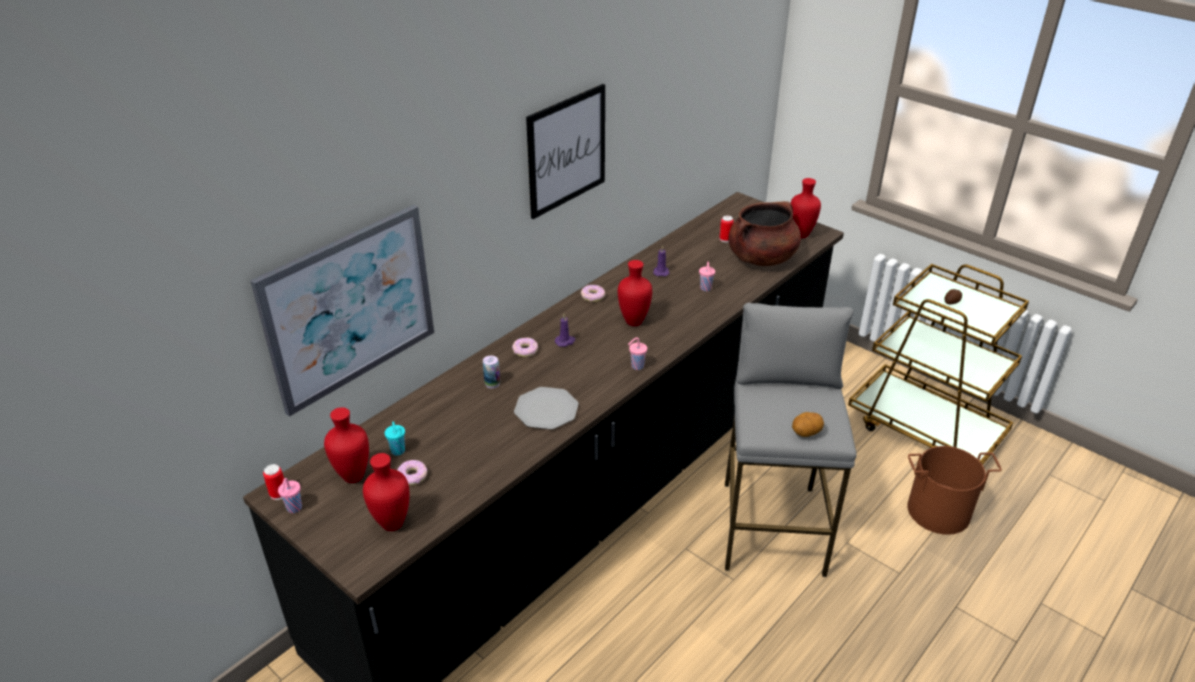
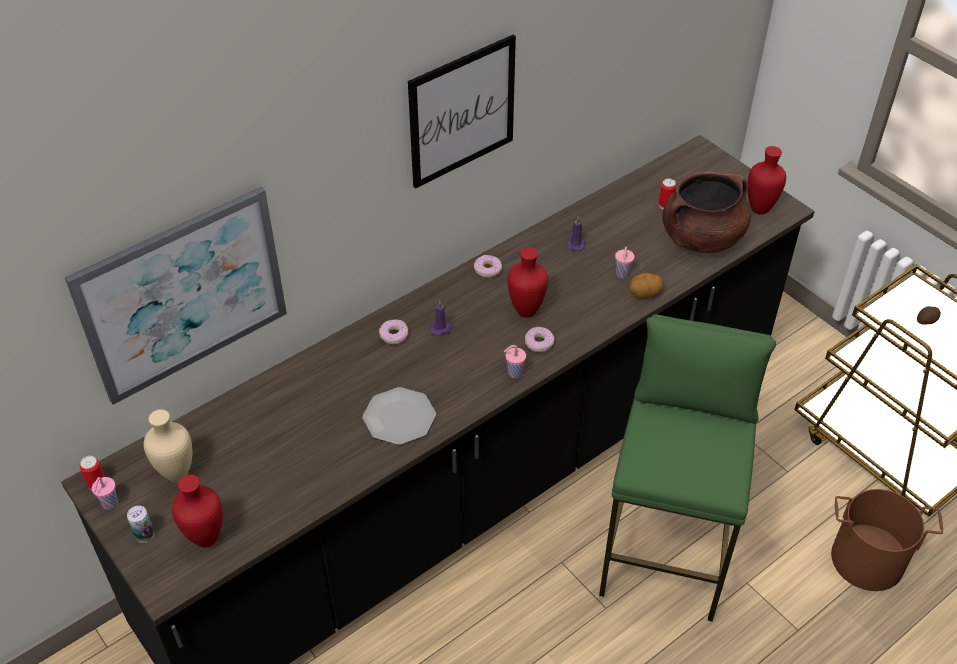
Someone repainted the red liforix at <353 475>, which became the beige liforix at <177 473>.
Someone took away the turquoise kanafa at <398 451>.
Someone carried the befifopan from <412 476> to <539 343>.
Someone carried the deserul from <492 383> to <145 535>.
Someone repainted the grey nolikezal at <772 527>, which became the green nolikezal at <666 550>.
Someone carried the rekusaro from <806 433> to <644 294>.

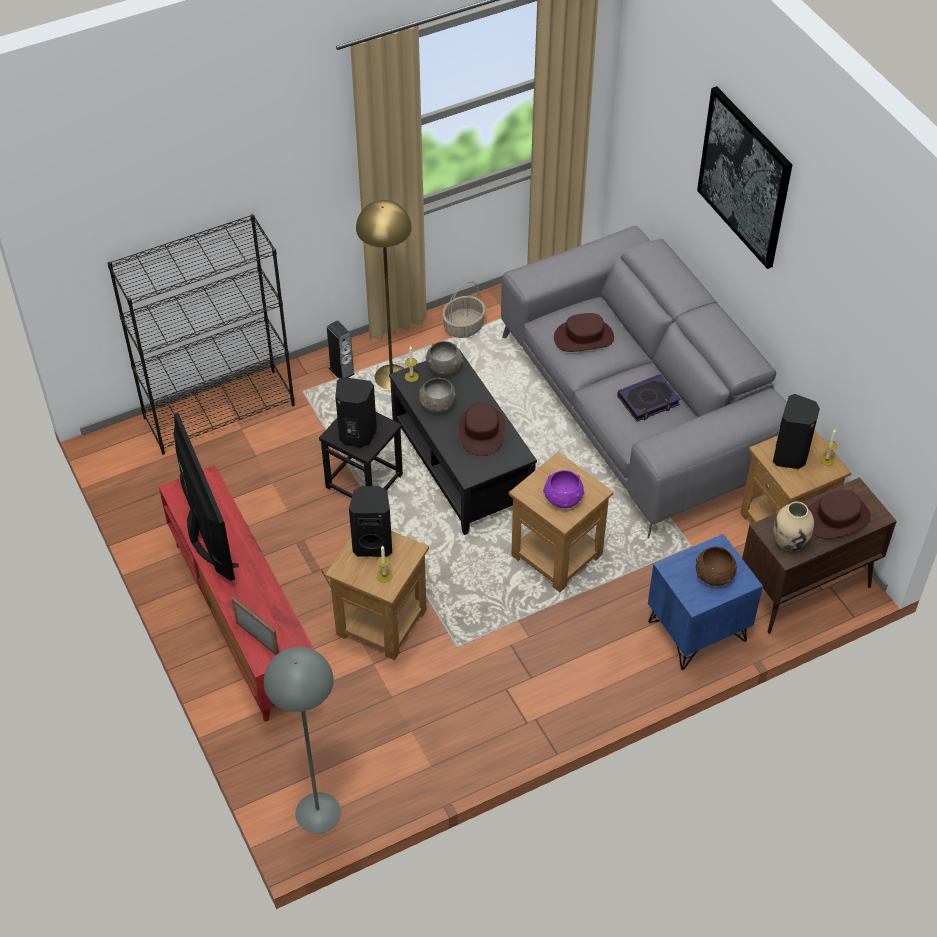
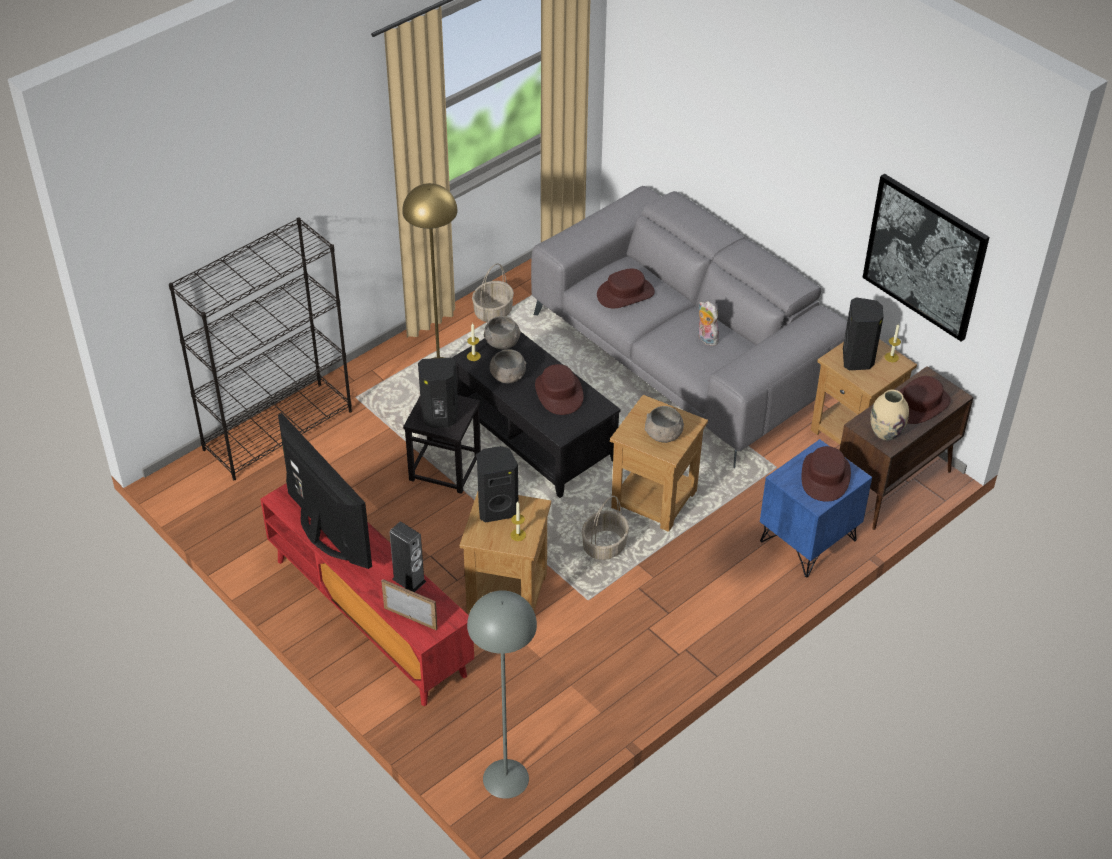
Someone carried the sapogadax from <342 371> to <409 580>.
Someone repainted the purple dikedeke at <563 499>, which became the grey dikedeke at <663 435>.
Someone swapped the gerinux at <648 401> for the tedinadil at <705 339>.
Someone swapped the brown dikedeke at <714 576> for the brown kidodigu at <825 477>.
Someone carried the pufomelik from <745 177> to <925 256>.
Someone put down the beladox at <604 546>.

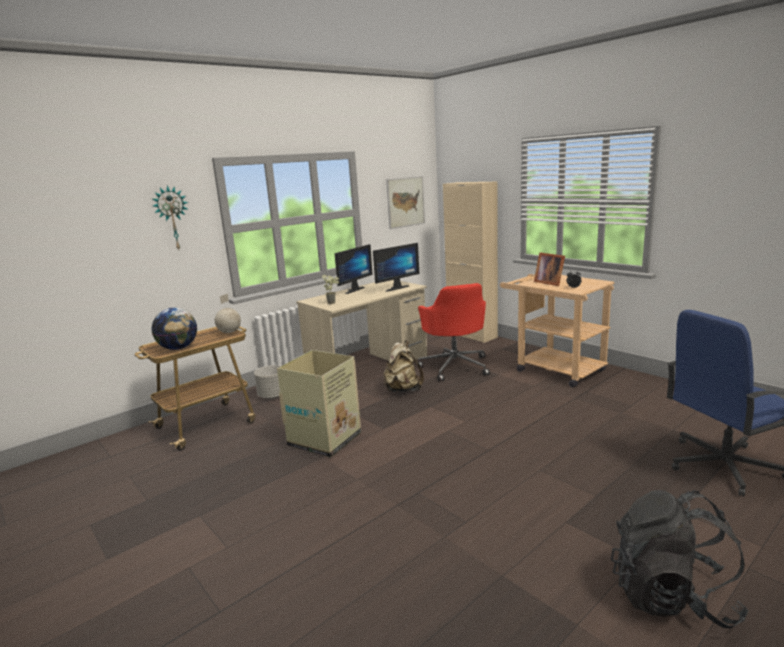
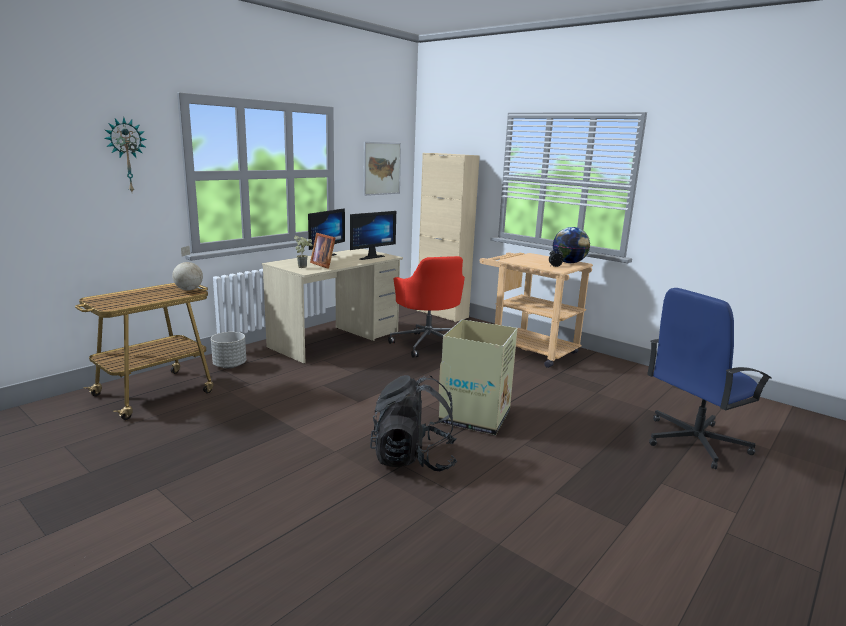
Someone carried the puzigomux from <178 348> to <569 263>.
Someone carried the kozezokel from <326 439> to <475 416>.
Someone took away the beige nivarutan at <402 389>.
Someone carried the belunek from <549 282> to <324 264>.
Someone carried the black nivarutan from <672 596> to <413 459>.

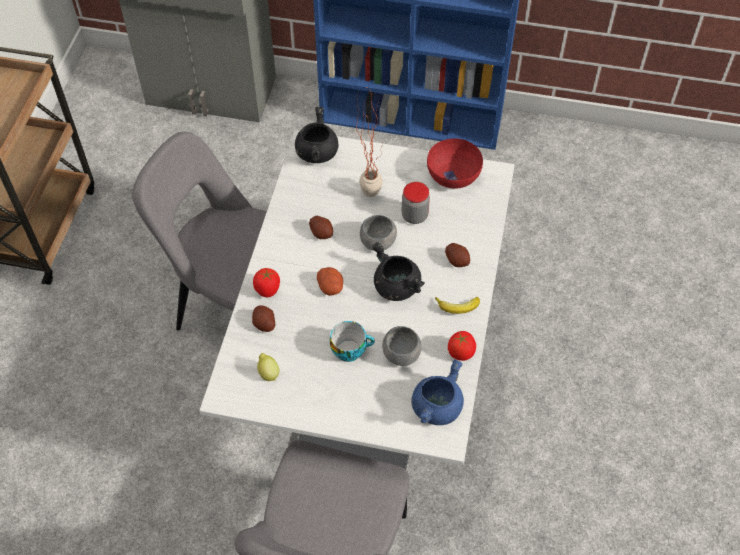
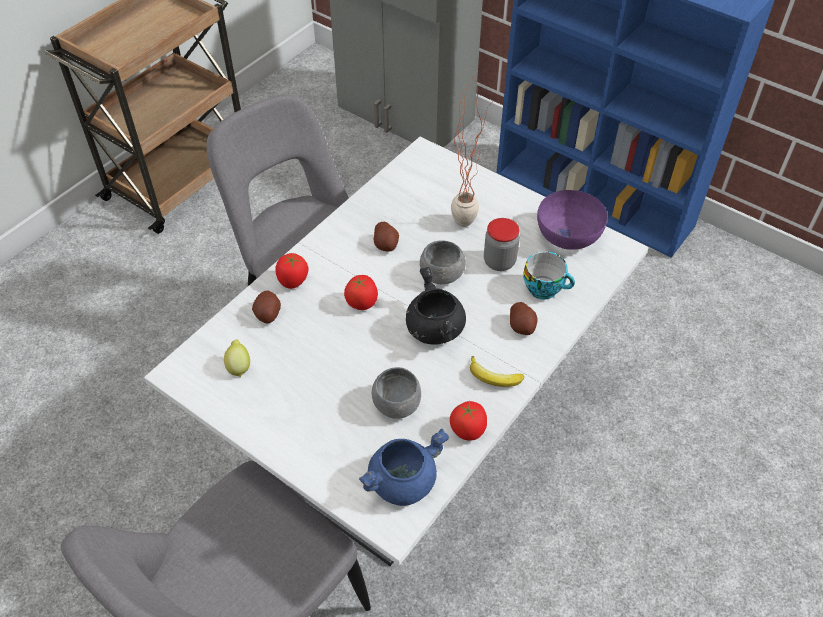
Someone took away the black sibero at <316 152>.
Someone swapped the rekusaro at <331 287> for the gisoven at <362 302>.
Someone carried the kanafa from <350 350> to <545 288>.
Someone repainted the red dikedeke at <454 176>, which became the purple dikedeke at <568 236>.

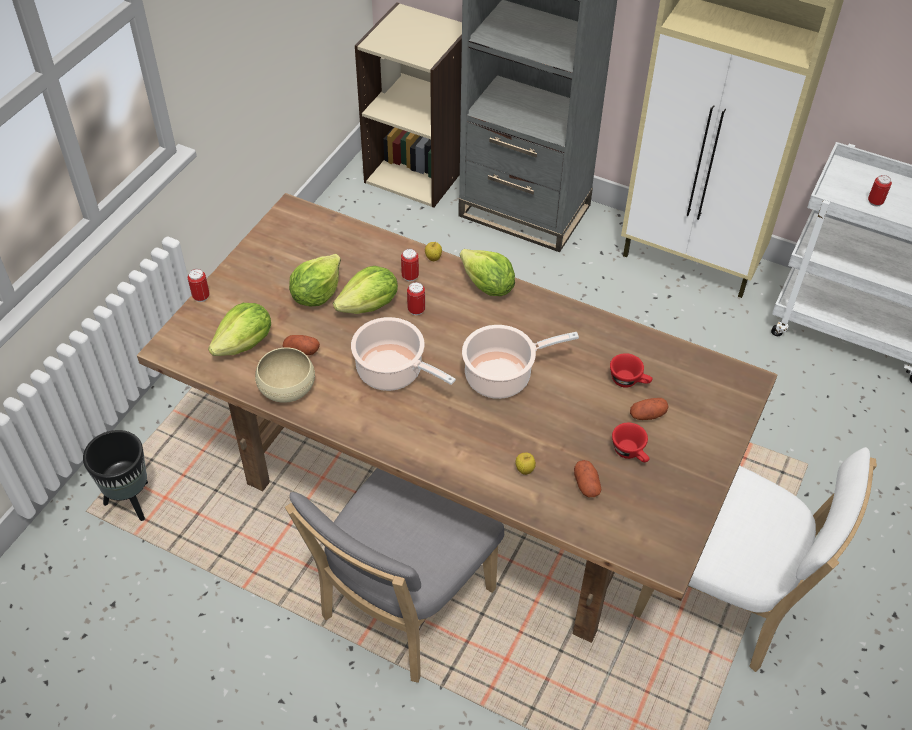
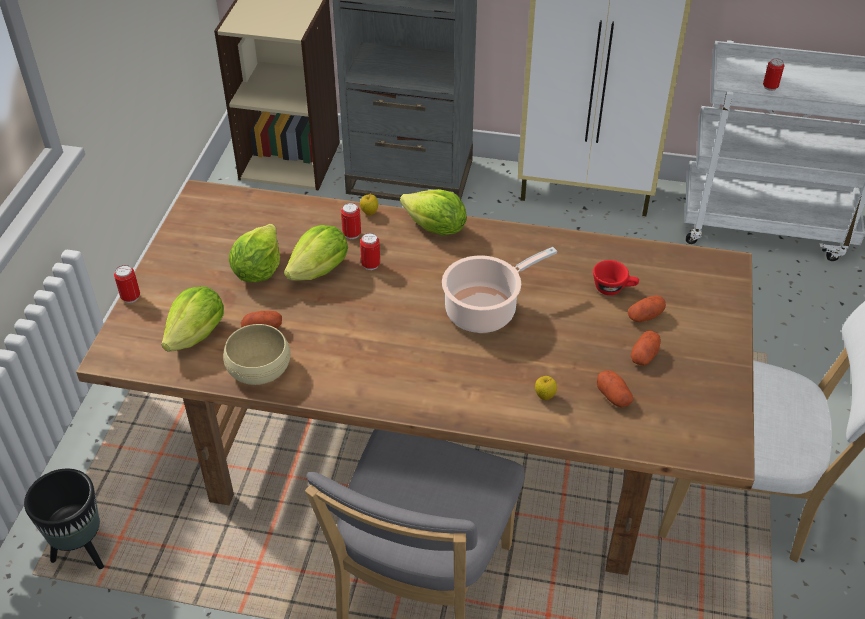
Someone took away the sibero at <393 372>.
Someone swapped the red kanafa at <631 453> for the rekusaro at <644 356>.

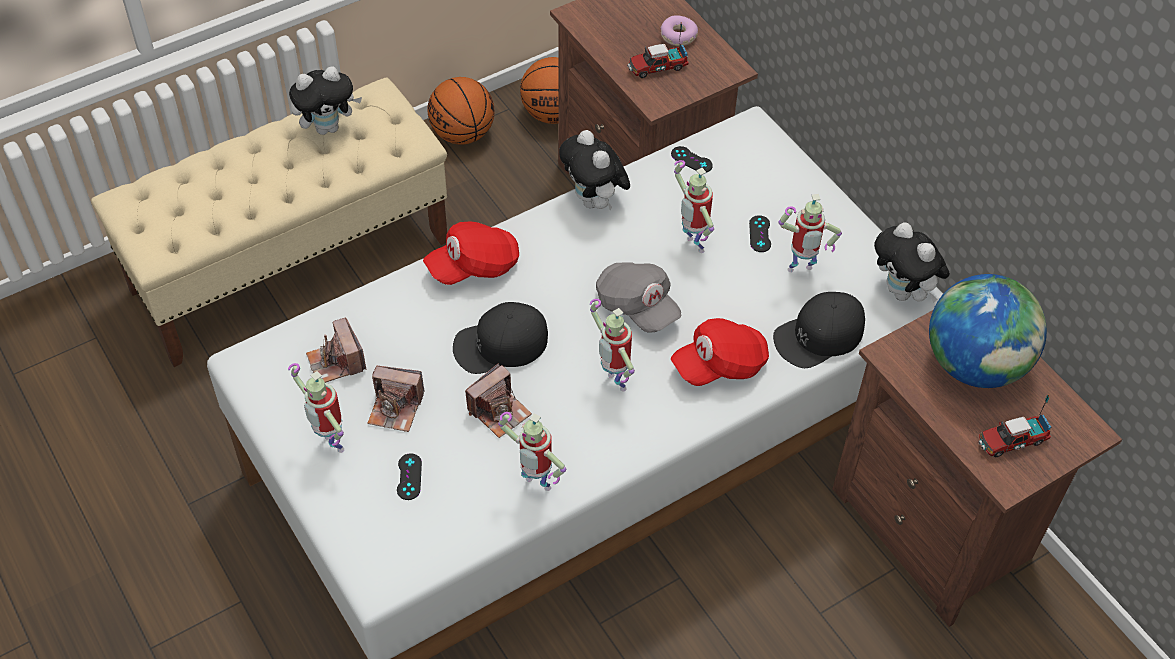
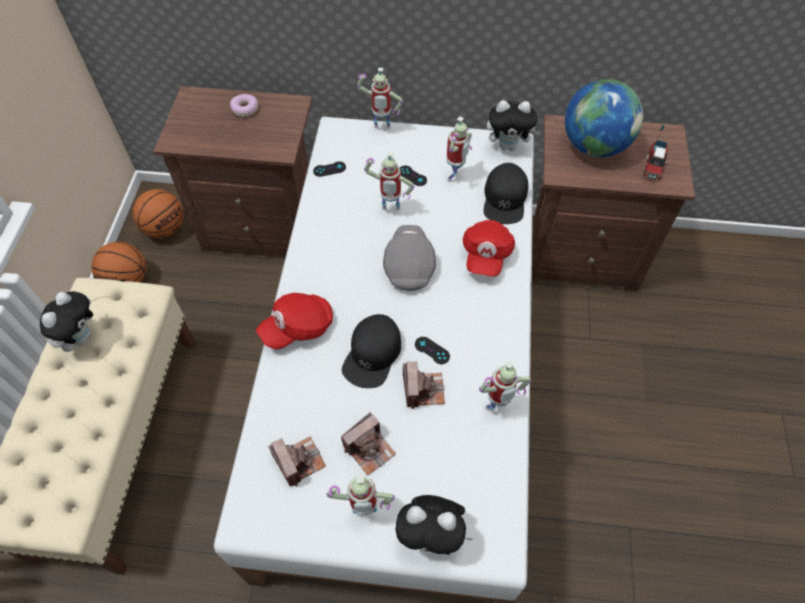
Someone rotated the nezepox at <336 362> by 135 degrees counterclockwise.
Someone carried the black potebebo from <409 477> to <432 350>.
Someone rotated the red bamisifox at <474 266> by 45 degrees clockwise.
Someone carried the tedinadil from <594 202> to <432 536>.
Someone carried the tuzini from <613 383> to <381 128>.
Someone rotated the grey bamisifox at <637 307> by 90 degrees counterclockwise.
Someone took away the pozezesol at <657 67>.

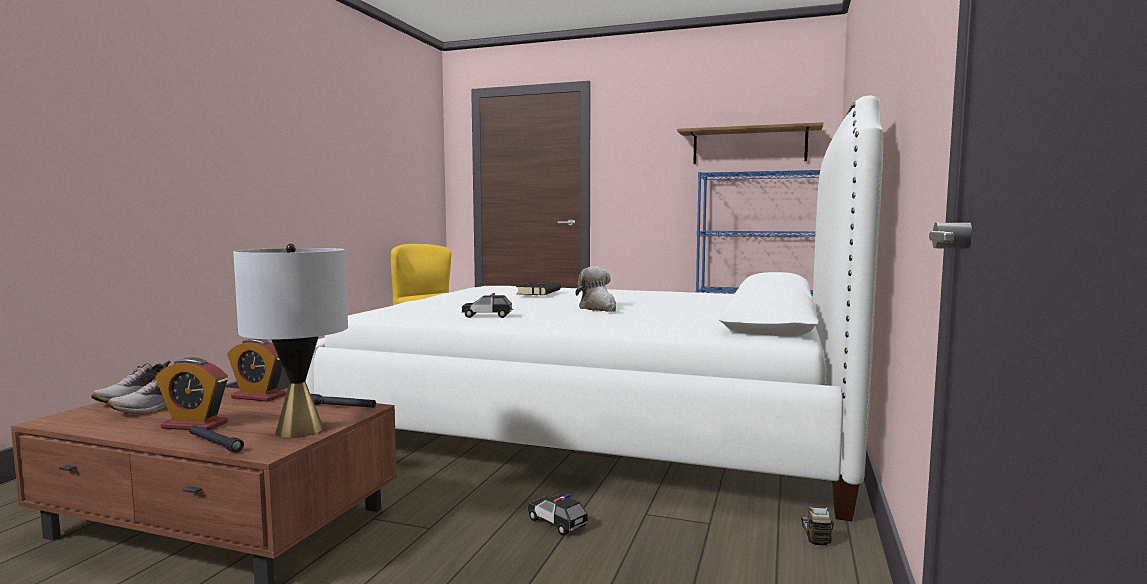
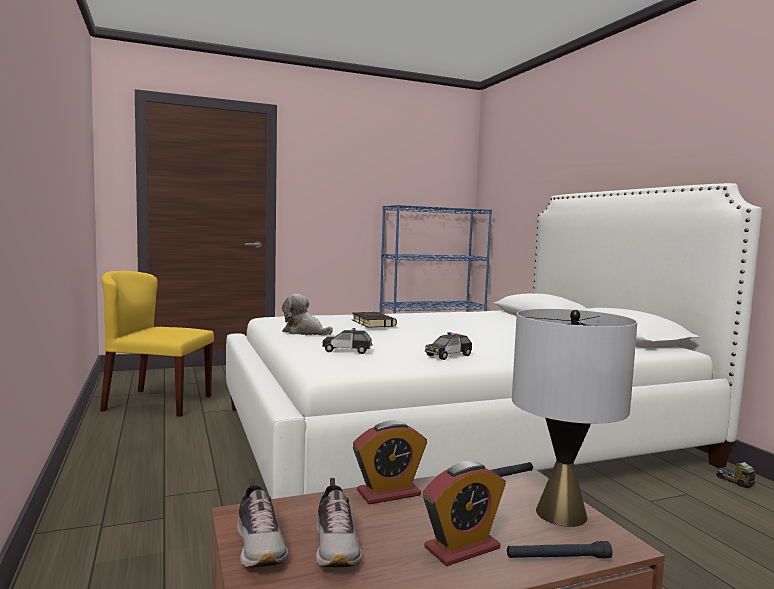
Someone carried the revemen from <557 523> to <347 350>.
Someone carried the tedinadil from <598 308> to <304 332>.
Someone took away the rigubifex at <749 146>.

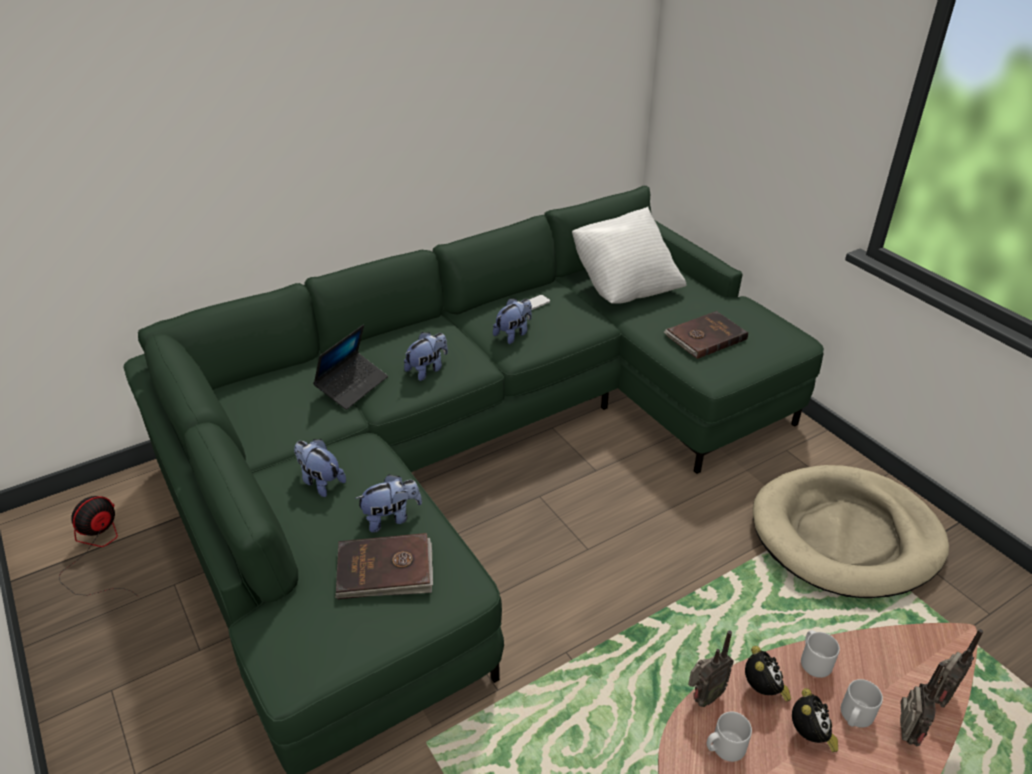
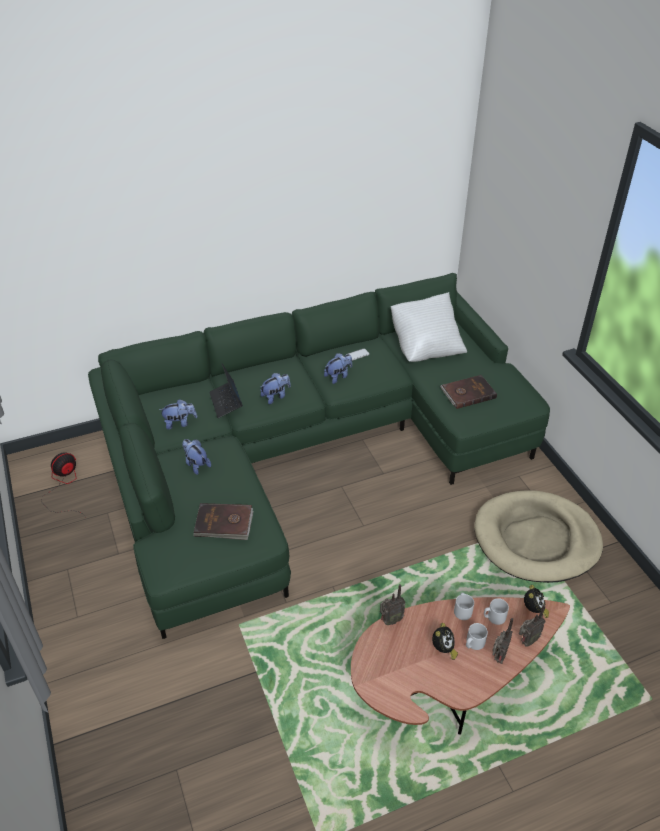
Someone rotated the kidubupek at <352 386> by 120 degrees clockwise.
Someone carried the tedinadil from <391 518> to <180 423>.
Someone carried the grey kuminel from <724 747> to <494 617>.
Someone carried the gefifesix from <763 690> to <534 610>.

